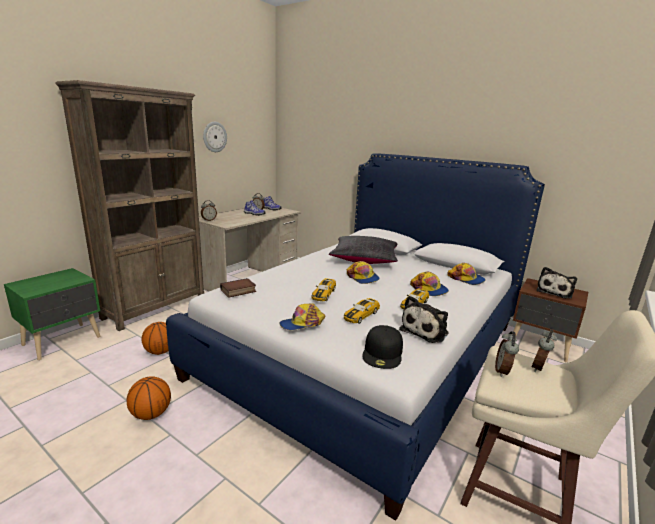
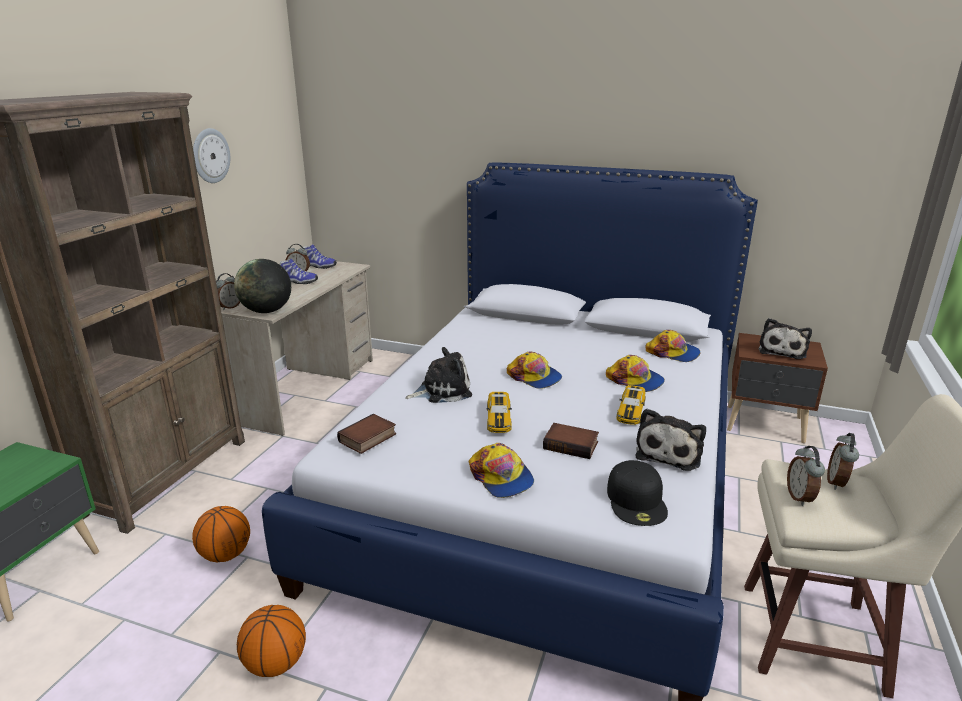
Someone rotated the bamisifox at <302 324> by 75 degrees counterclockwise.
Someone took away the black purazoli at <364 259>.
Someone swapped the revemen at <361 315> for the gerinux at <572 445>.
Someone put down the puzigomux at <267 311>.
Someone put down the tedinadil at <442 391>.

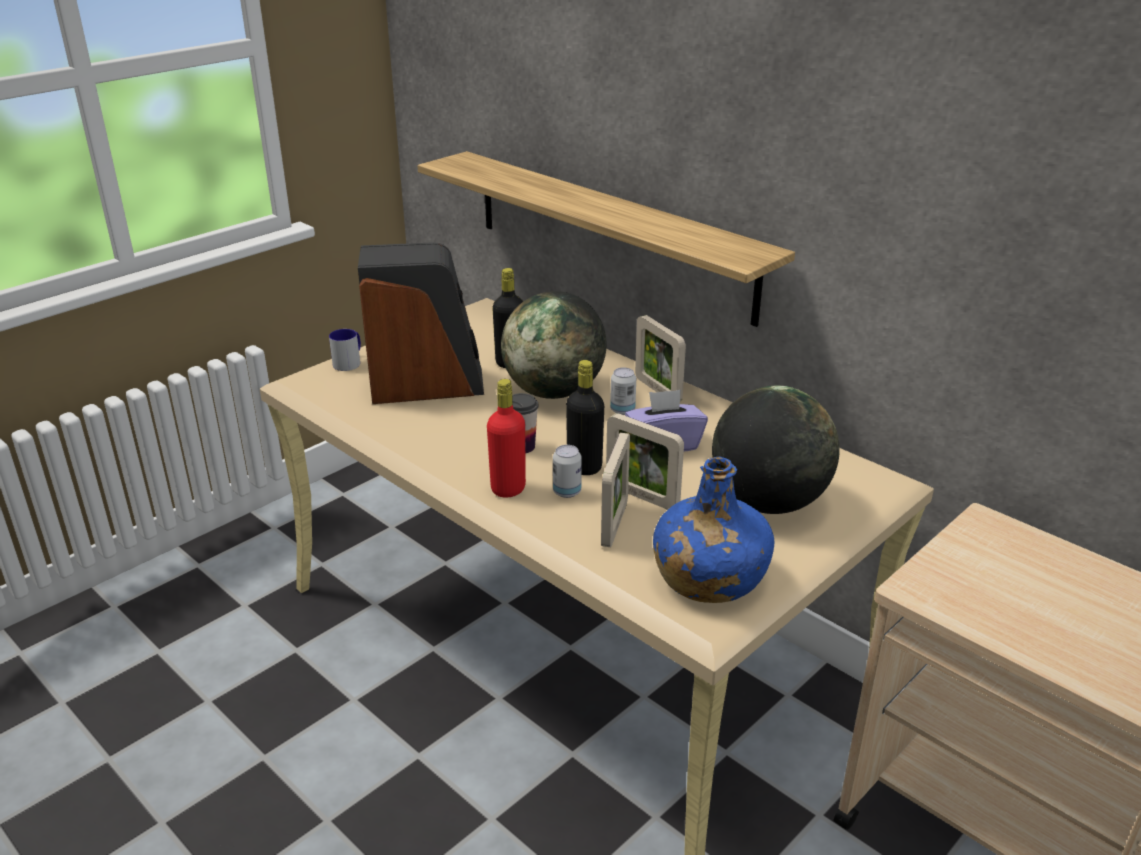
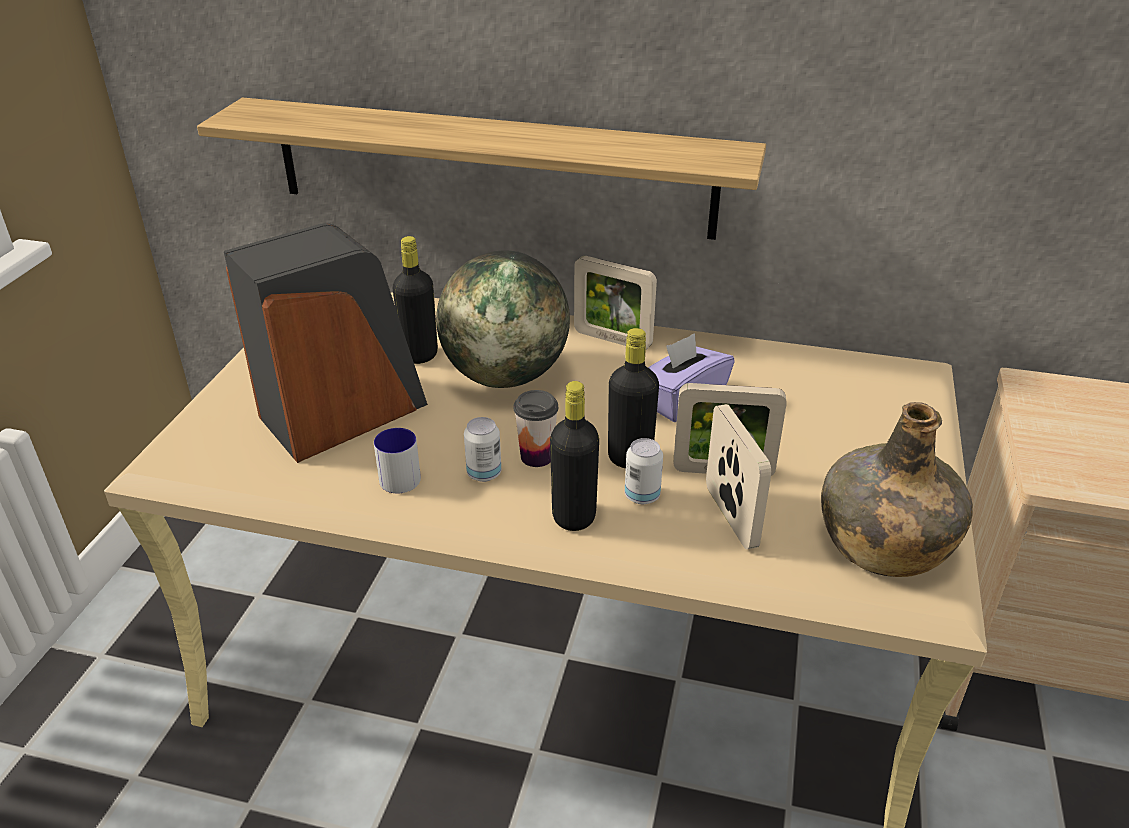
Someone carried the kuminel from <349 362> to <400 474>.
Someone repainted the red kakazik at <508 489>, which became the black kakazik at <574 517>.
Someone carried the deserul from <622 410> to <484 473>.
Someone repainted the blue kakazik at <708 577>, which became the green kakazik at <883 542>.
Someone took away the puzigomux at <769 502>.

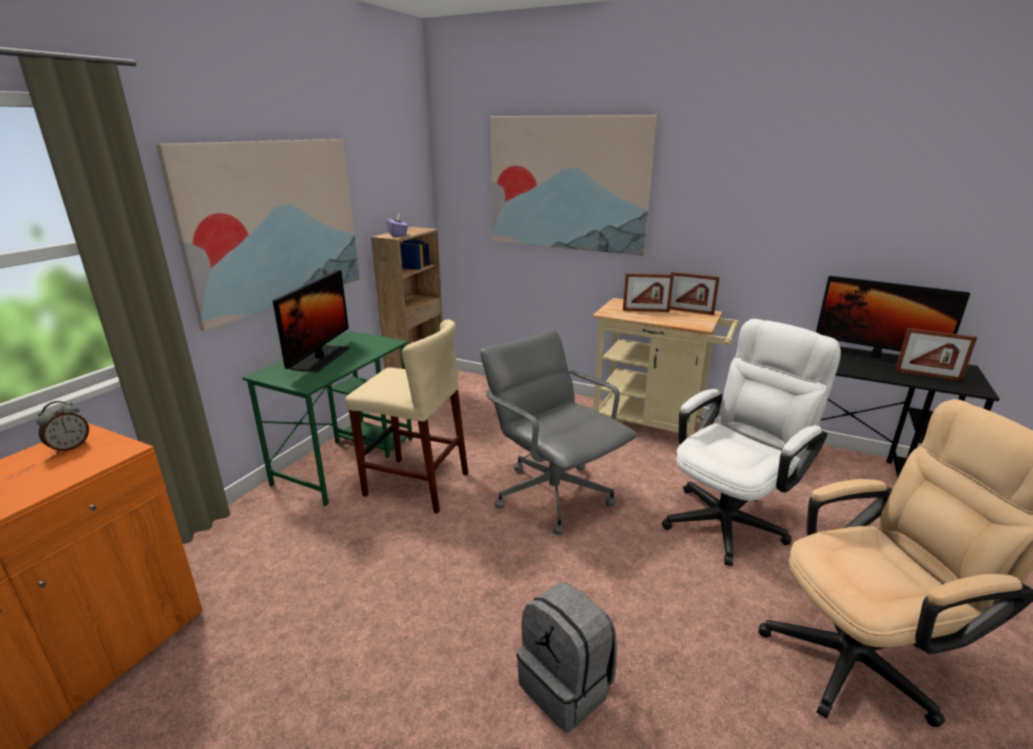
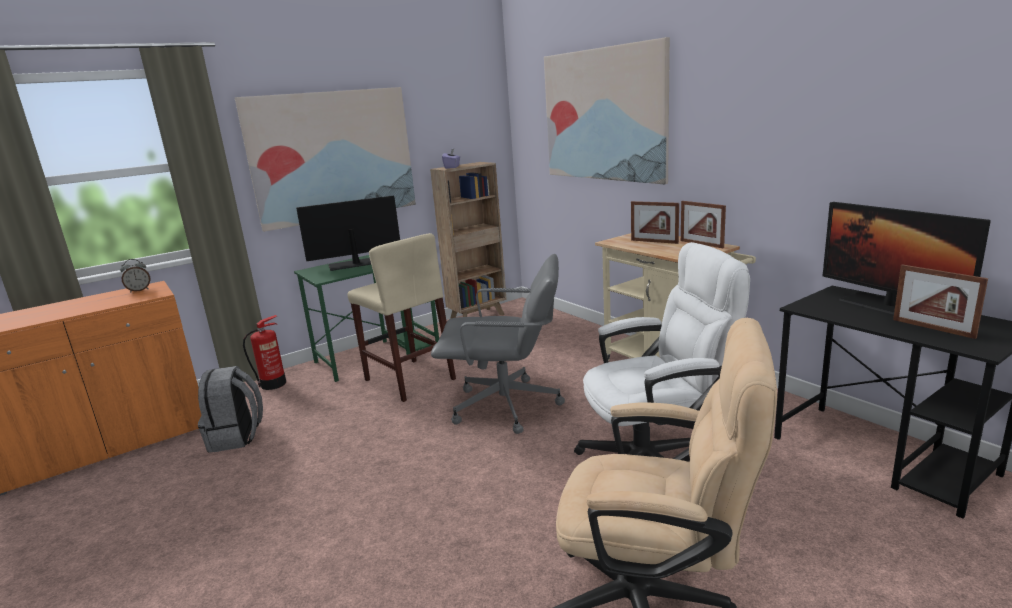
Someone rotated the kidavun at <321 358> by 150 degrees counterclockwise.
Someone rotated the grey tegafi at <553 494> by 105 degrees clockwise.
Someone carried the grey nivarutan from <567 686> to <236 437>.
Someone put down the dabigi at <274 384>.

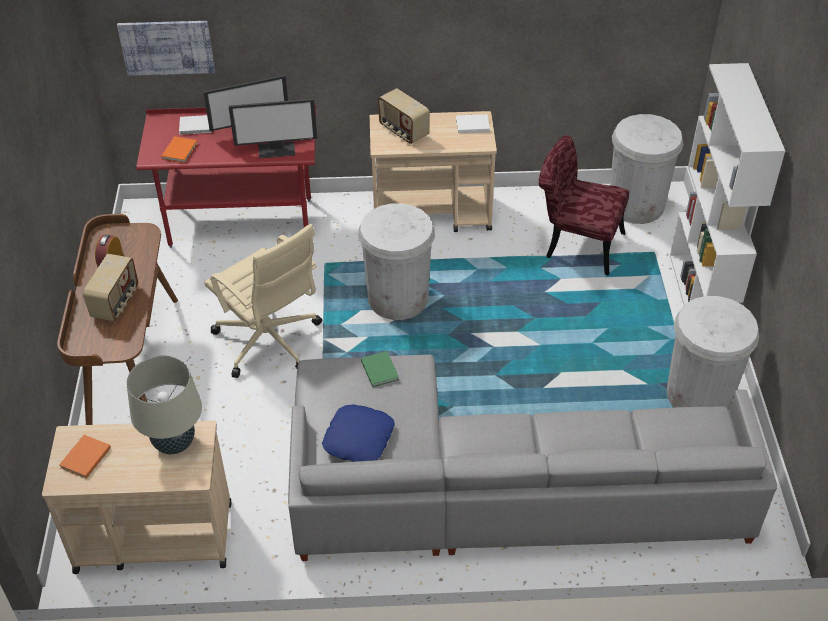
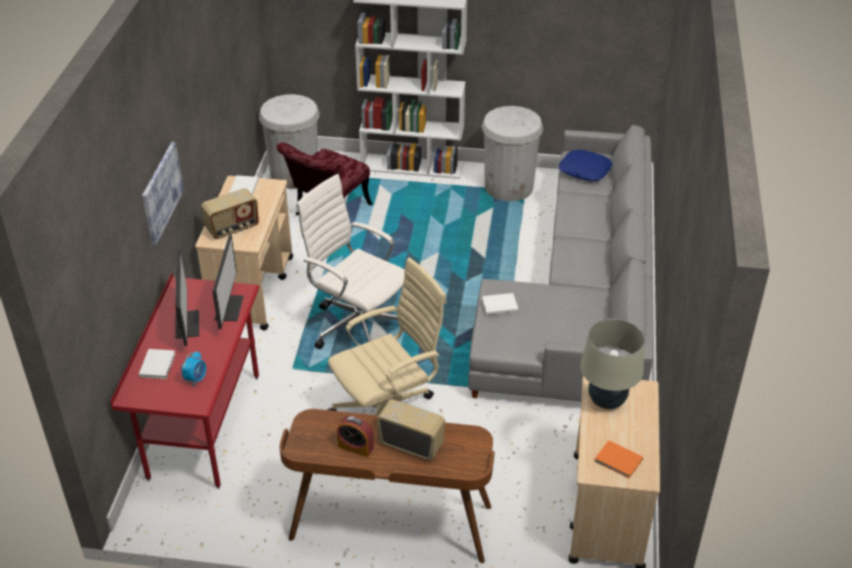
Someone carried the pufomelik from <167 47> to <161 192>.
Someone swapped the orange gerinux at <180 150> for the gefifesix at <196 379>.
Someone carried the blue purazoli from <358 439> to <584 170>.
Someone swapped the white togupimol at <398 298> for the white tegafi at <358 325>.
Someone repainted the green gerinux at <380 369>, which became the white gerinux at <498 305>.

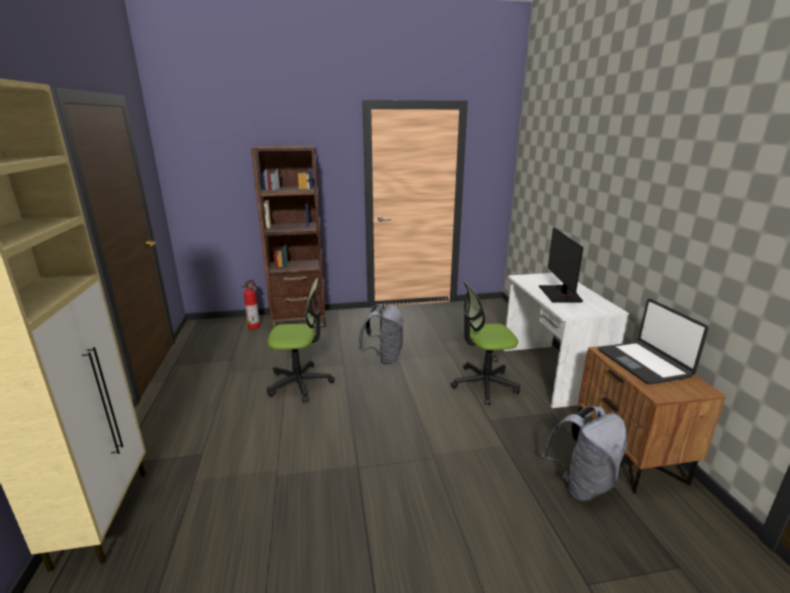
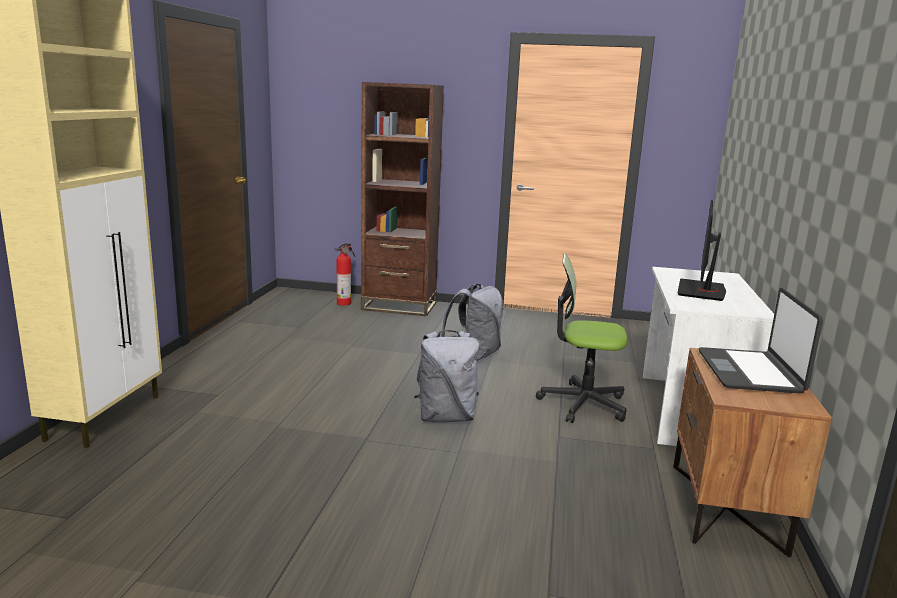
Someone took away the tegafi at <300 383>.
Someone carried the grey nivarutan from <581 484> to <446 417>.

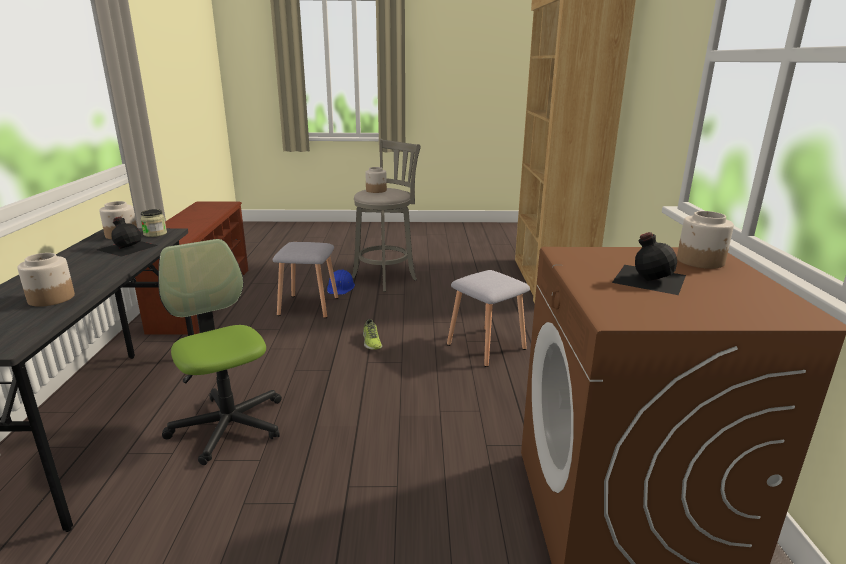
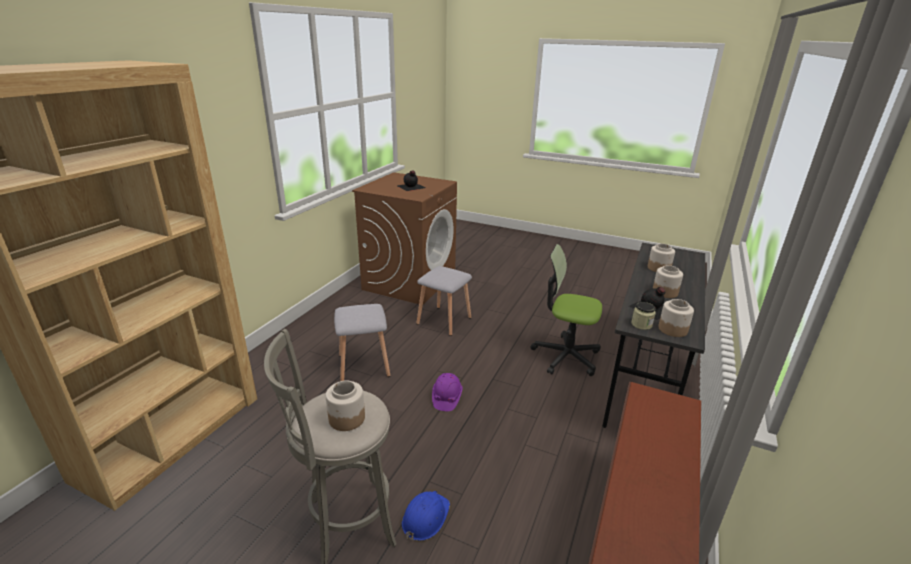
Someone rotated the tegafi at <229 425> by 120 degrees clockwise.
Someone carried the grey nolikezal from <309 307> to <444 320>.
Someone swapped the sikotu at <371 342> for the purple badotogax at <446 398>.
Someone carried the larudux from <701 261> to <664 292>.

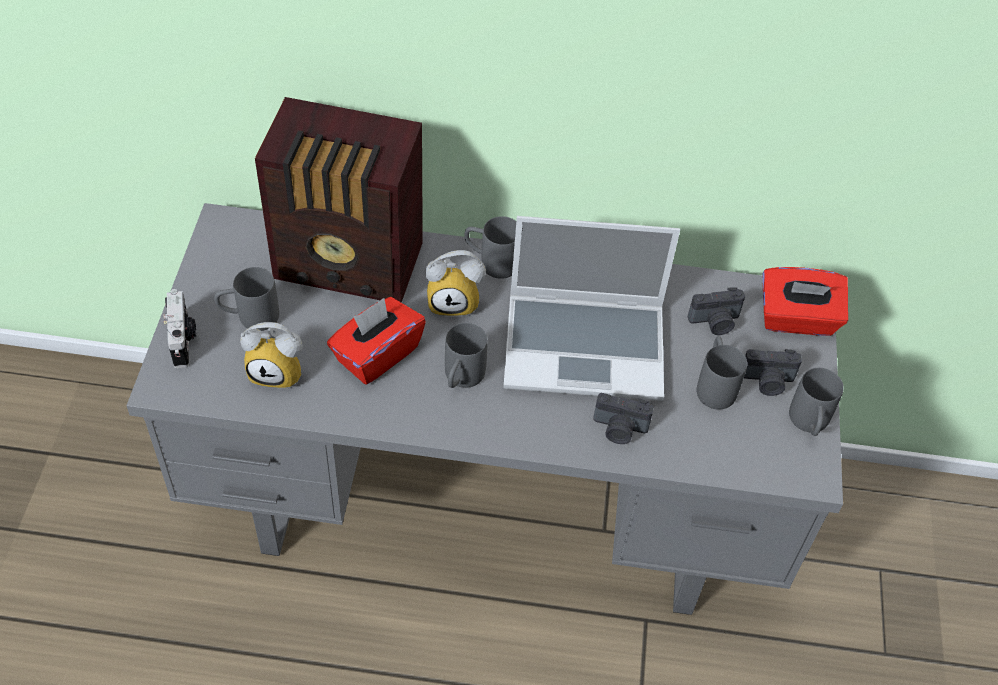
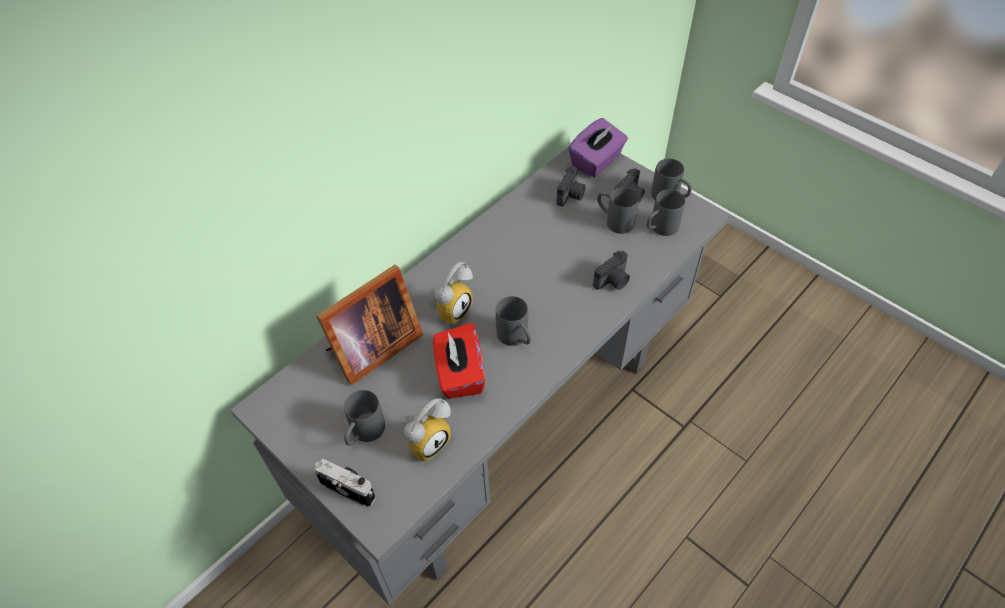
Someone swapped the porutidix at <351 265> for the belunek at <371 348>.
Someone carried the grey kuminel from <491 262> to <659 229>.
Someone took away the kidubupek at <586 347>.
Someone repainted the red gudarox at <796 319>, which became the purple gudarox at <597 161>.

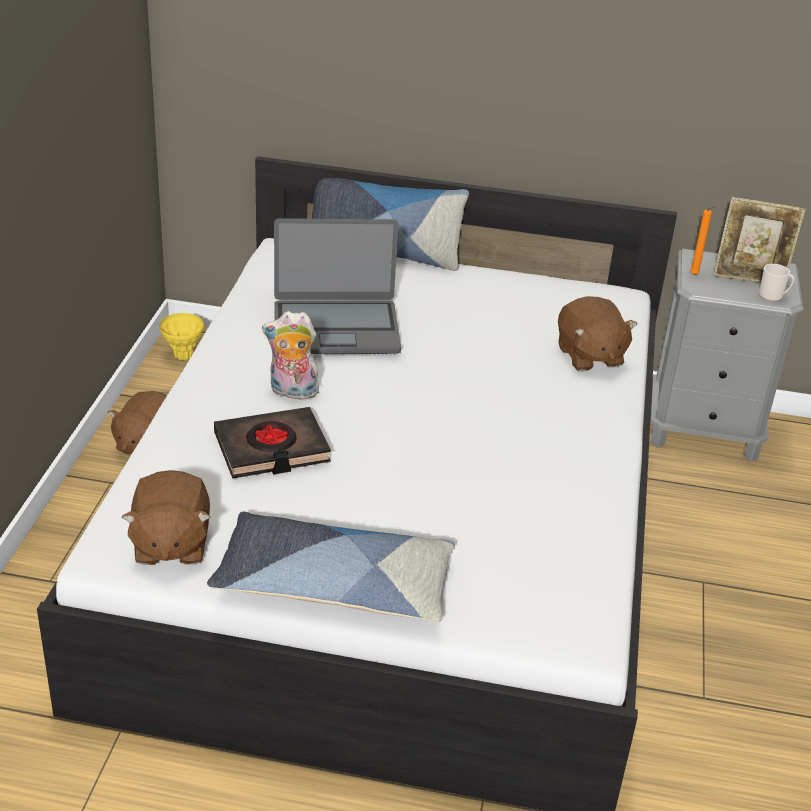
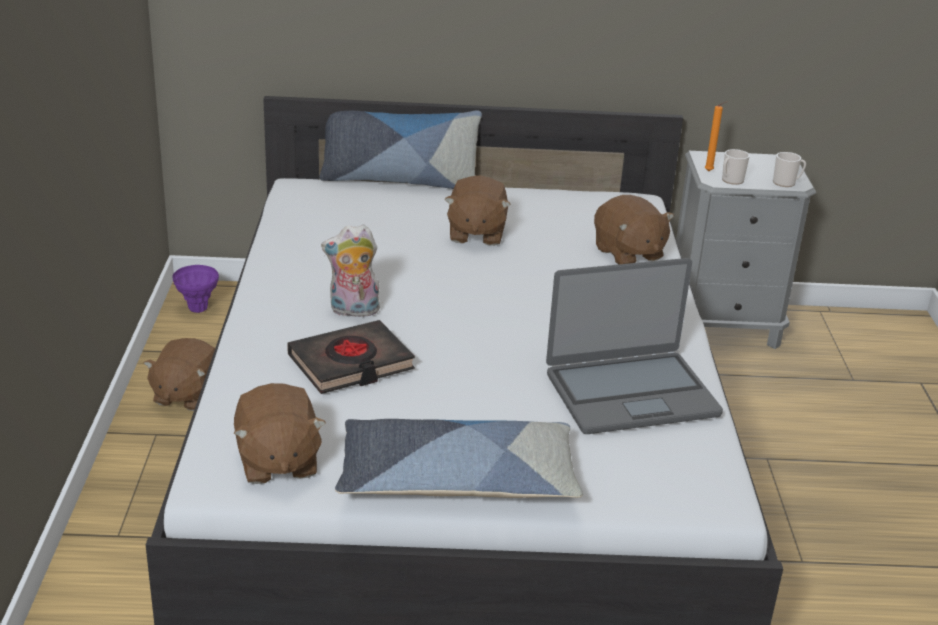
Someone repainted the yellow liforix at <183 356>, which became the purple liforix at <198 308>.
Someone carried the kidubupek from <336 328> to <630 393>.
Someone took away the belunek at <749 279>.
Someone put down the brown tedinadil at <475 234>.
Someone put down the kuminel at <730 180>.

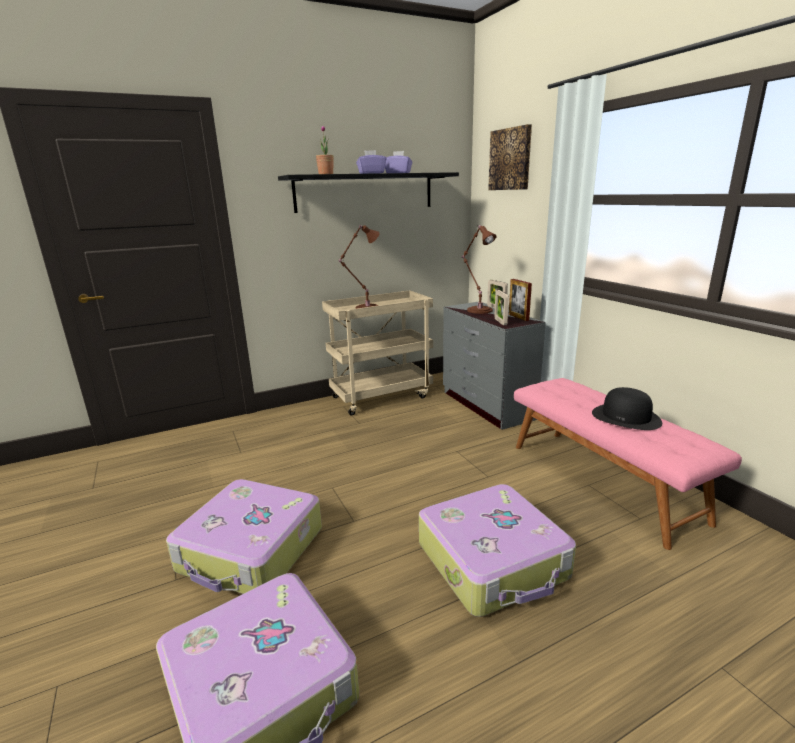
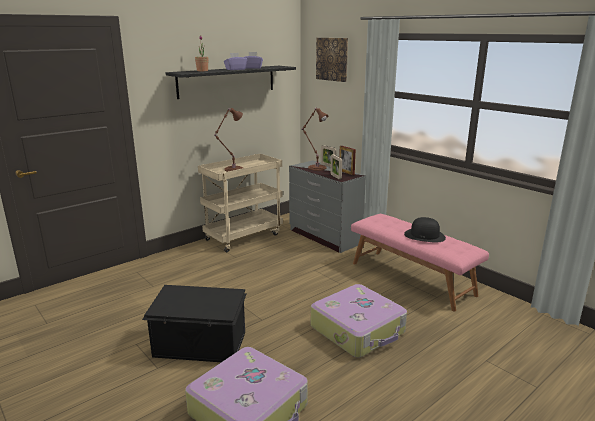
Someone swapped the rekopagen at <251 550> for the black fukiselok at <200 345>.

